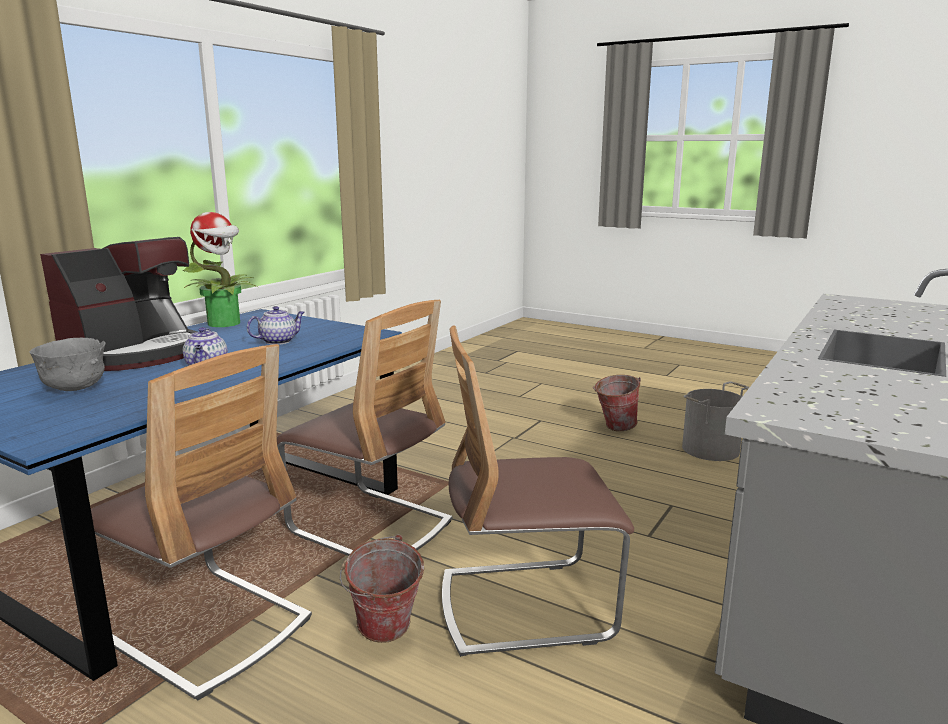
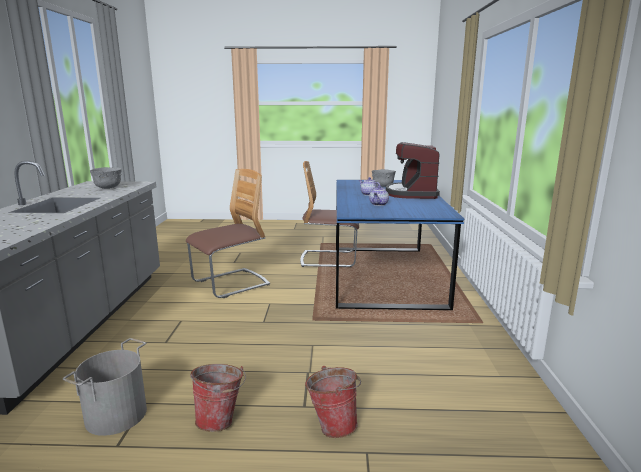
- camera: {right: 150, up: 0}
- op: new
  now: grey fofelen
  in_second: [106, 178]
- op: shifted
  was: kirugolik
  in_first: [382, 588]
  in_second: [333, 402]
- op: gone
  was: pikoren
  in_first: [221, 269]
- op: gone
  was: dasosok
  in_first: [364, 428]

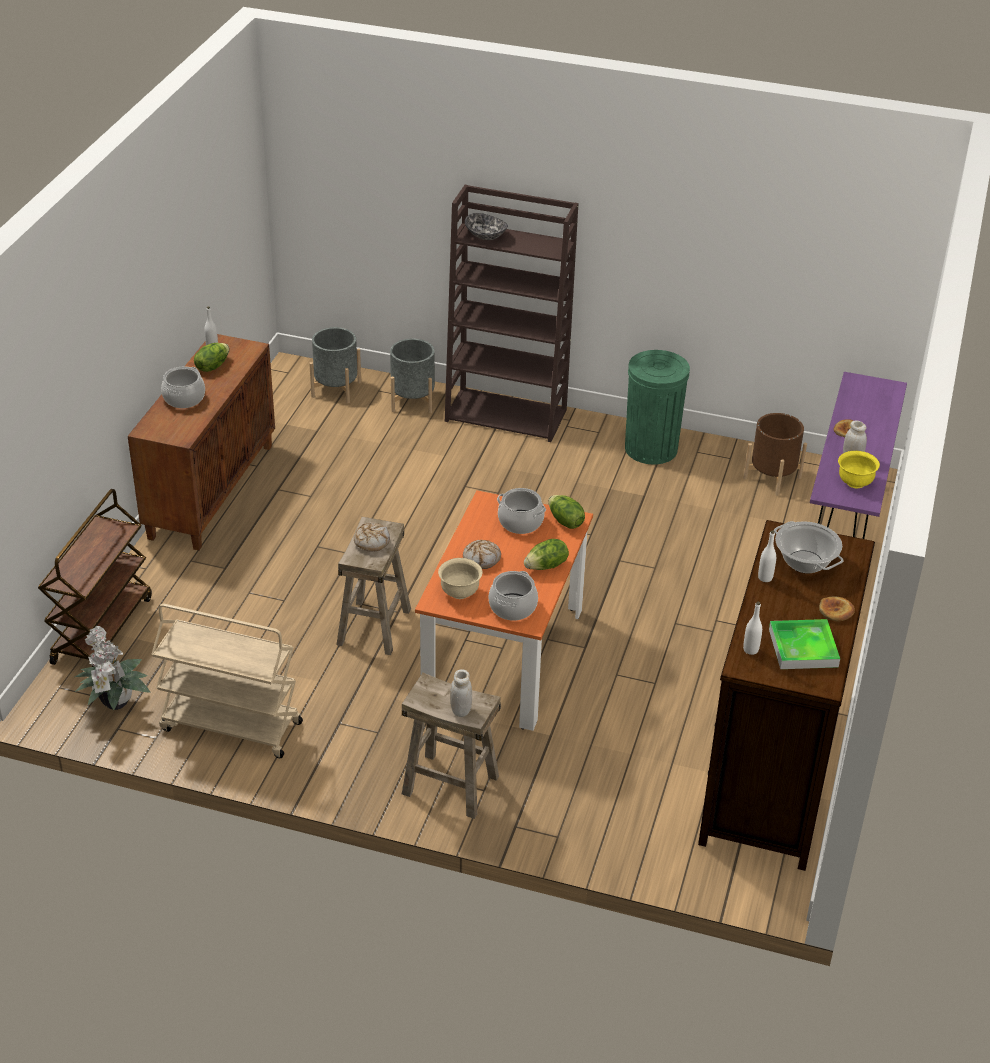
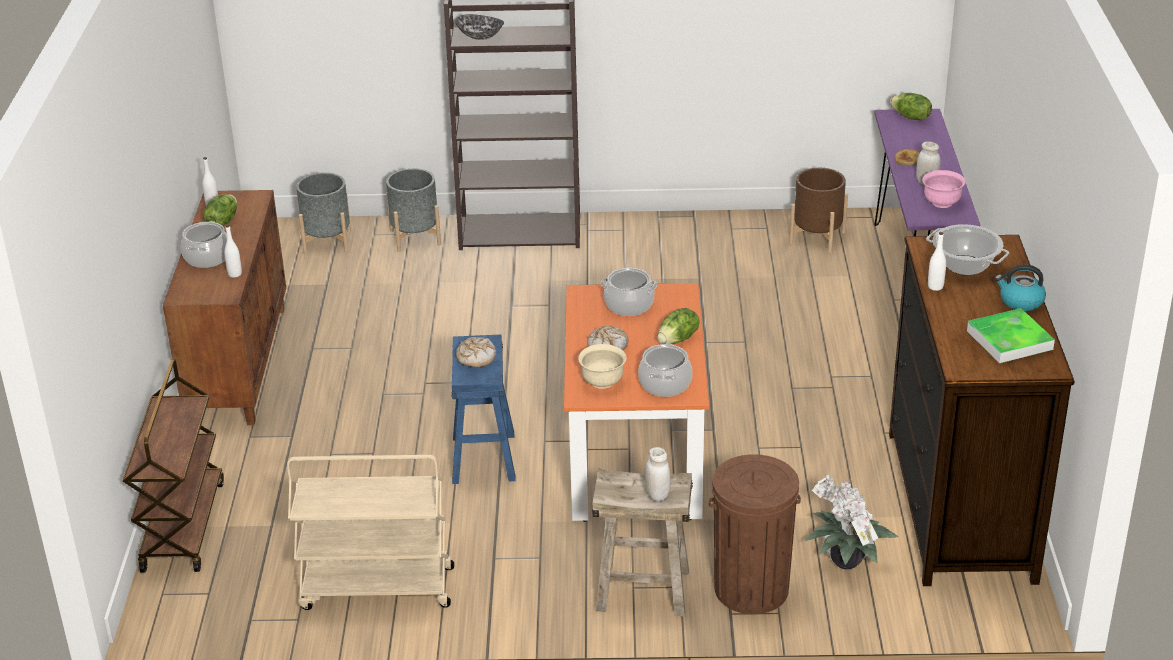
- camera: {right: -15, up: -5}
- op: shifted
  was: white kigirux
  in_first: [752, 628]
  in_second: [233, 251]
- op: repainted
  was: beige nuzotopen
  now: blue nuzotopen
  in_first: [374, 586]
  in_second: [483, 409]
- op: new
  now: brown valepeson
  in_second: [755, 534]
- op: shifted
  was: pikoren
  in_first: [113, 668]
  in_second: [851, 522]
- op: shifted
  was: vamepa
  in_first: [566, 512]
  in_second: [911, 106]
- op: repainted
  was: yellow fofelen
  now: pink fofelen
  in_first: [859, 469]
  in_second: [944, 189]
- op: swapped
  was: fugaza
  now: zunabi
  in_first: [837, 609]
  in_second: [1020, 287]
- op: gone
  was: green valepeson
  in_first: [657, 407]

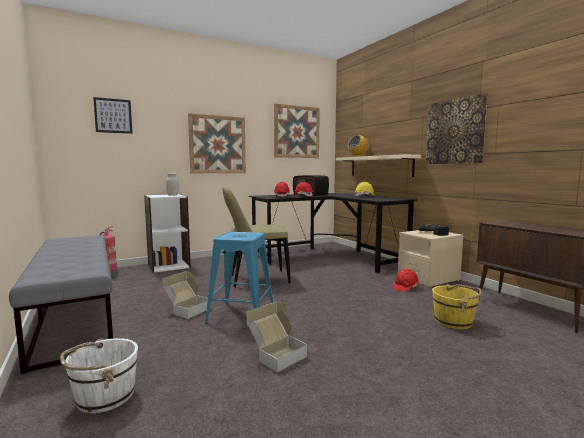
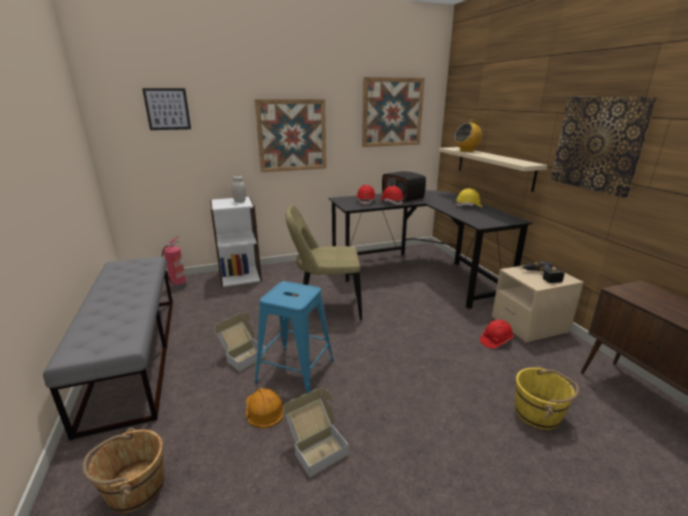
- camera: {right: 10, up: 15}
- op: repainted
  was: white kirugolik
  now: brown kirugolik
  in_first: [99, 375]
  in_second: [123, 470]
- op: new
  now: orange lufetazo
  in_second: [265, 408]

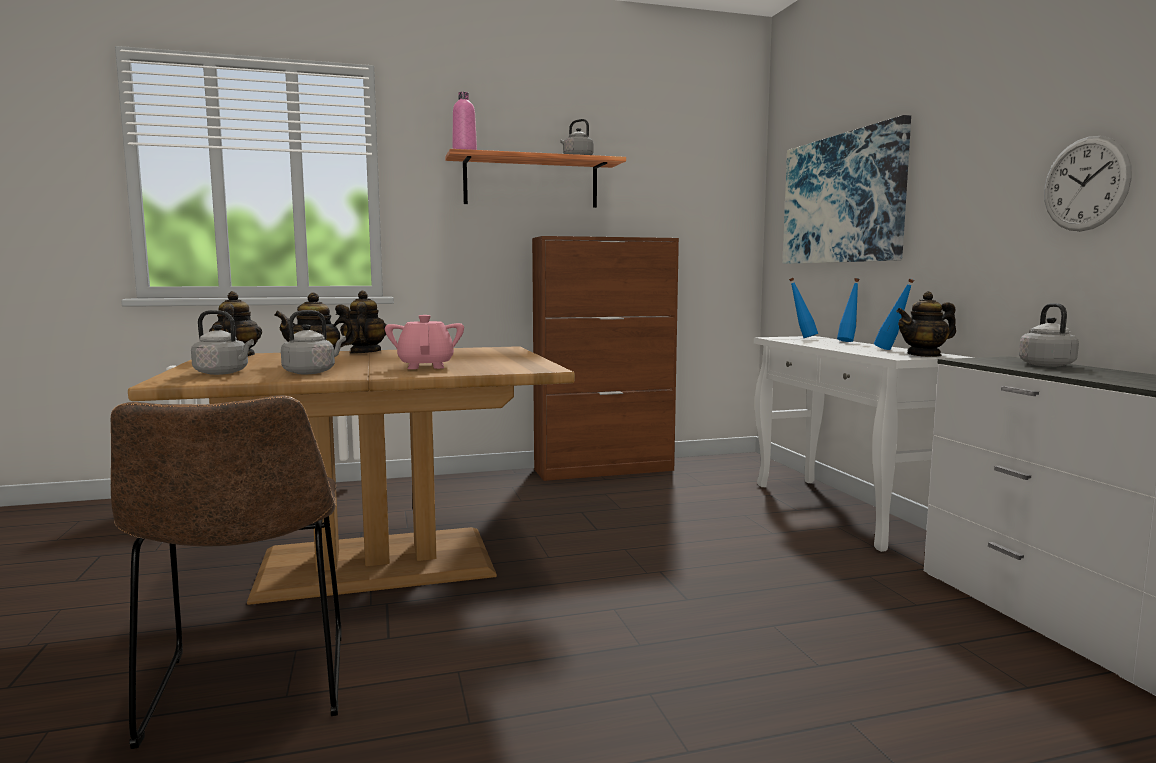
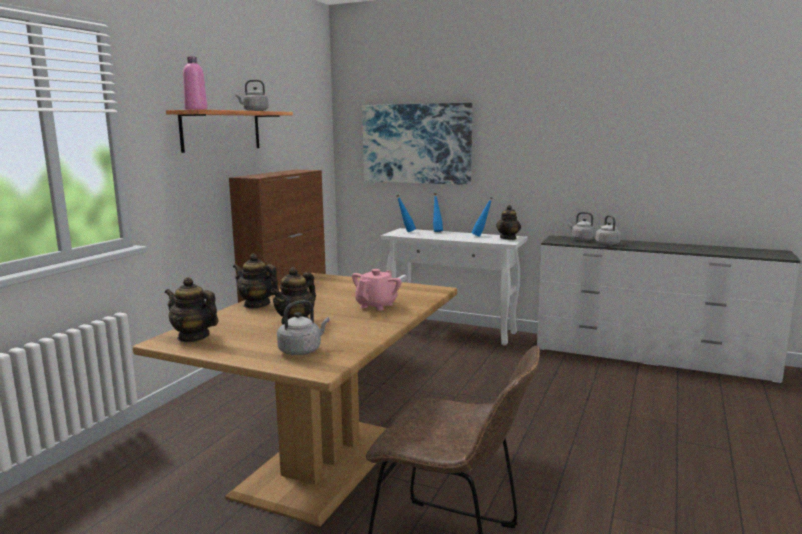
- camera: {right: -50, up: 5}
- op: rotated
  was: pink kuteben
  in_first: [424, 342]
  in_second: [377, 290]
  clockwise: 90
- op: shifted
  was: grey zunabi
  in_first: [313, 342]
  in_second: [608, 230]
- op: gone
  was: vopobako
  in_first: [1088, 183]

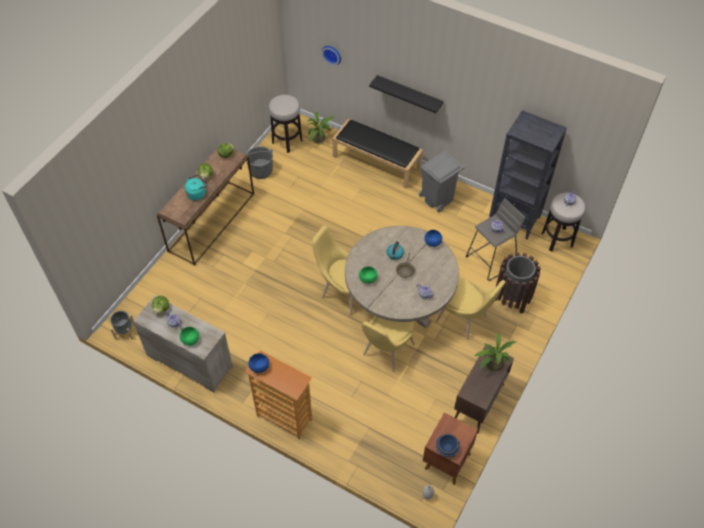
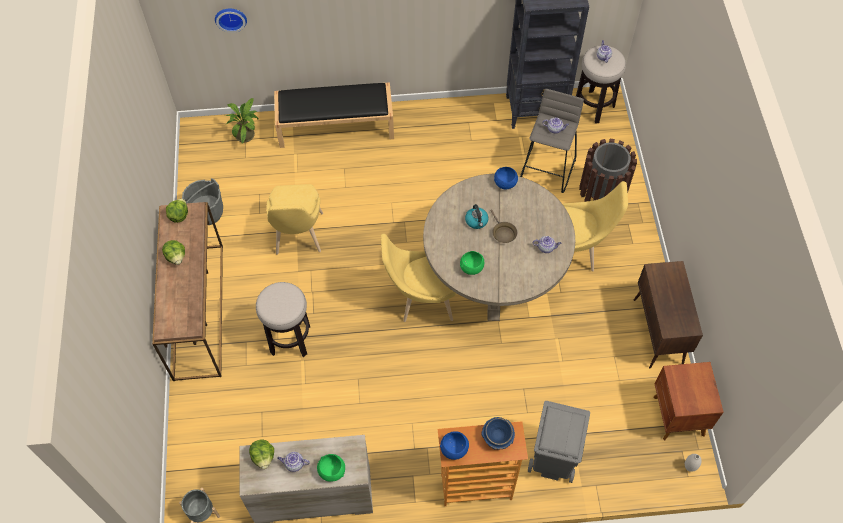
- camera: {right: -35, up: 5}
- op: shifted
  was: nuzotopen
  in_first: [285, 124]
  in_second: [283, 319]
- op: shifted
  was: yellow dasosok
  in_first: [388, 344]
  in_second: [295, 219]
- op: shifted
  was: blue fofelen
  in_first: [448, 445]
  in_second: [498, 433]
- op: shifted
  was: grey valepeson
  in_first: [442, 181]
  in_second: [559, 442]
- op: gone
  was: turquoise zunabi
  in_first: [196, 187]
- op: gone
  was: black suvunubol
  in_first: [406, 94]
- op: gone
  was: pikoren
  in_first: [494, 353]

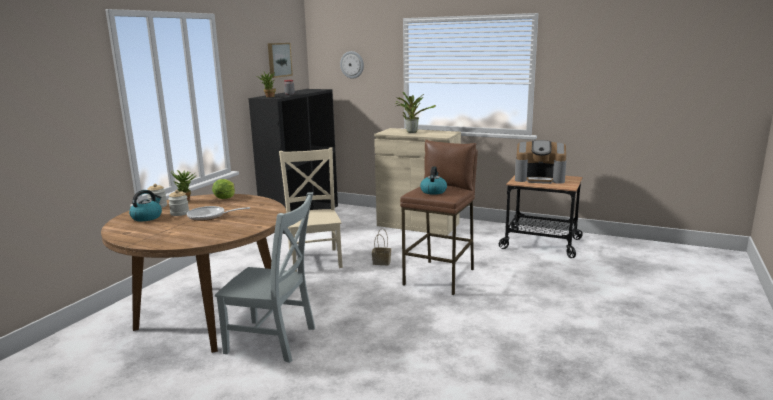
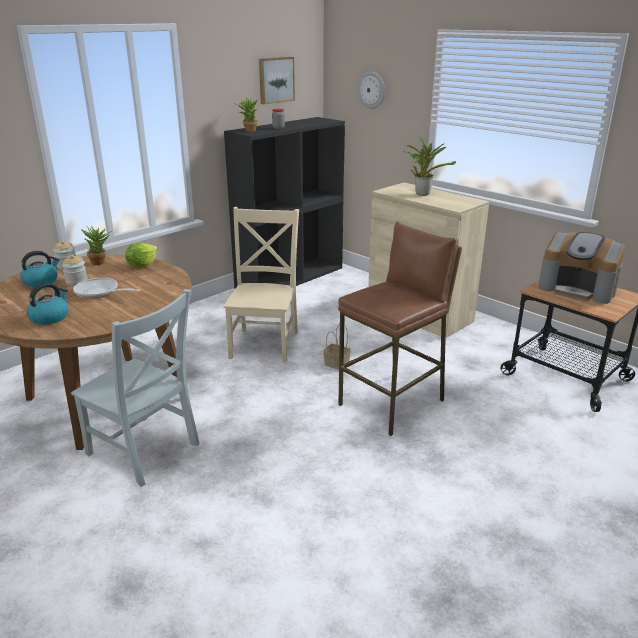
- camera: {right: 20, up: 10}
- op: shifted
  was: zunabi
  in_first: [433, 180]
  in_second: [48, 304]

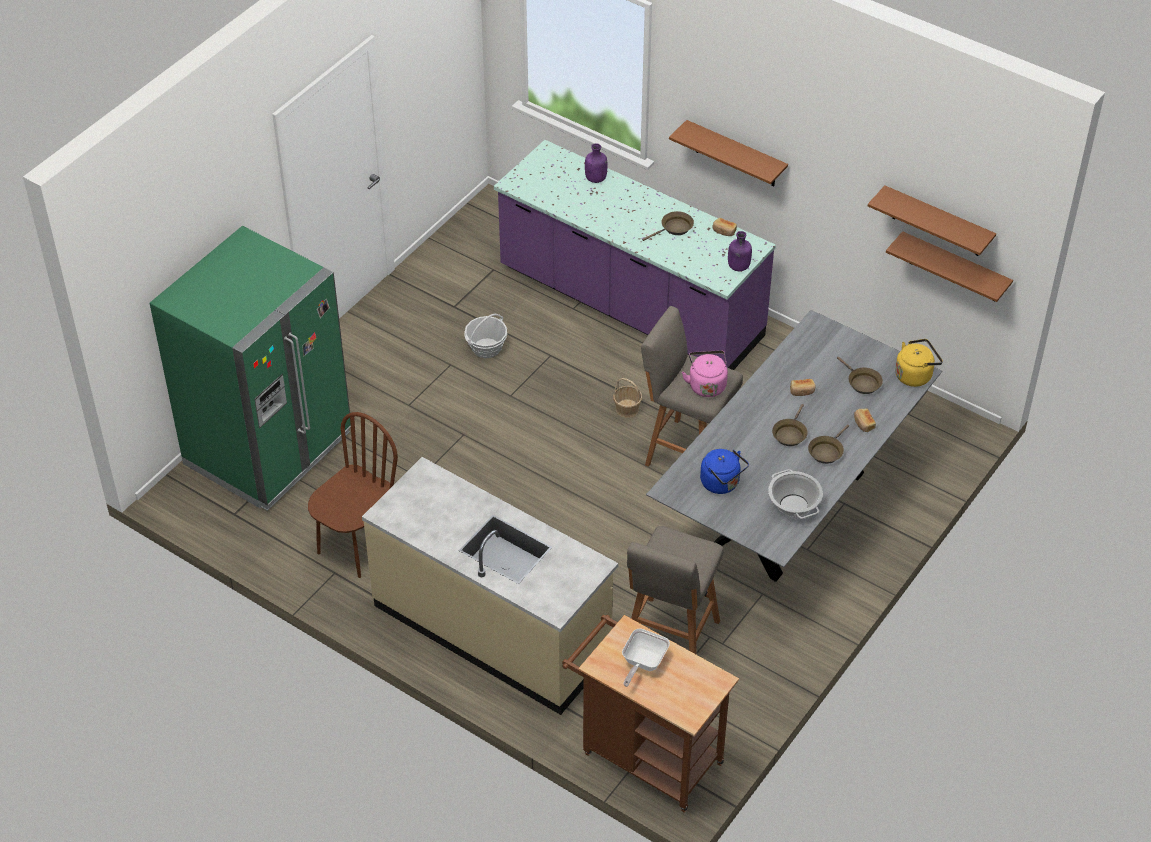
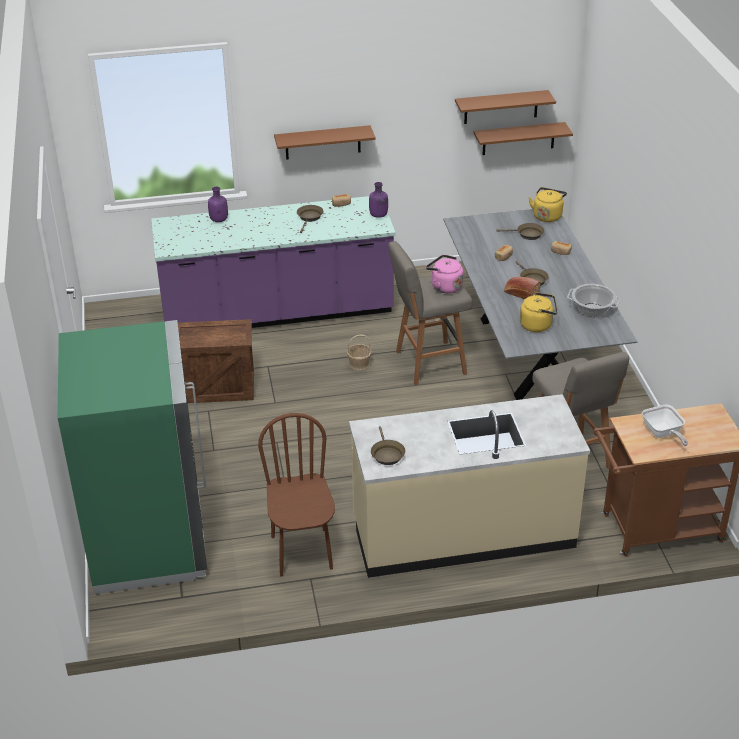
- camera: {right: -45, up: -10}
- op: swapped
  was: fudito
  now: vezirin
  in_first: [485, 336]
  in_second: [215, 361]
- op: shifted
  was: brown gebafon
  in_first: [828, 444]
  in_second: [388, 445]
- op: new
  now: fugaza
  in_second: [522, 288]
- op: repainted
  was: blue zunabi
  now: yellow zunabi
  in_first: [724, 471]
  in_second: [538, 312]

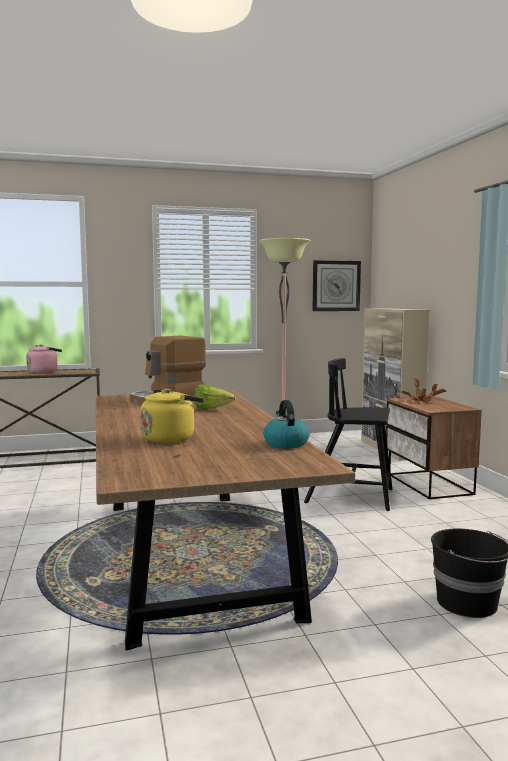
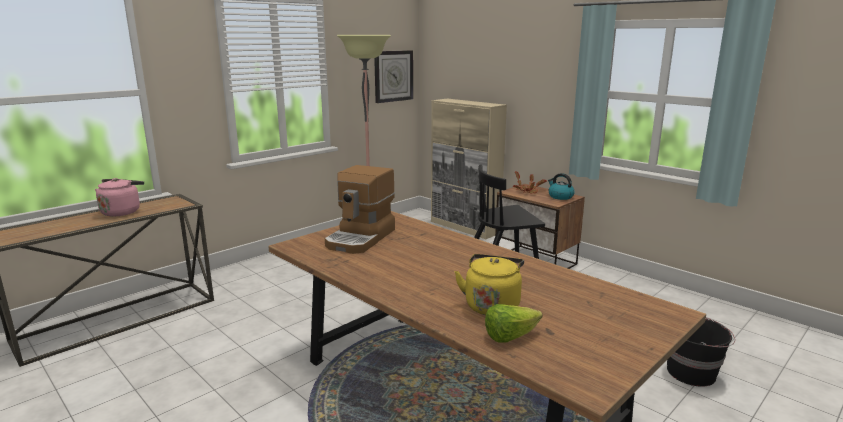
- camera: {right: -30, up: 10}
- op: shifted
  was: vamepa
  in_first: [215, 396]
  in_second: [514, 323]
- op: shifted
  was: zunabi
  in_first: [286, 424]
  in_second: [561, 186]

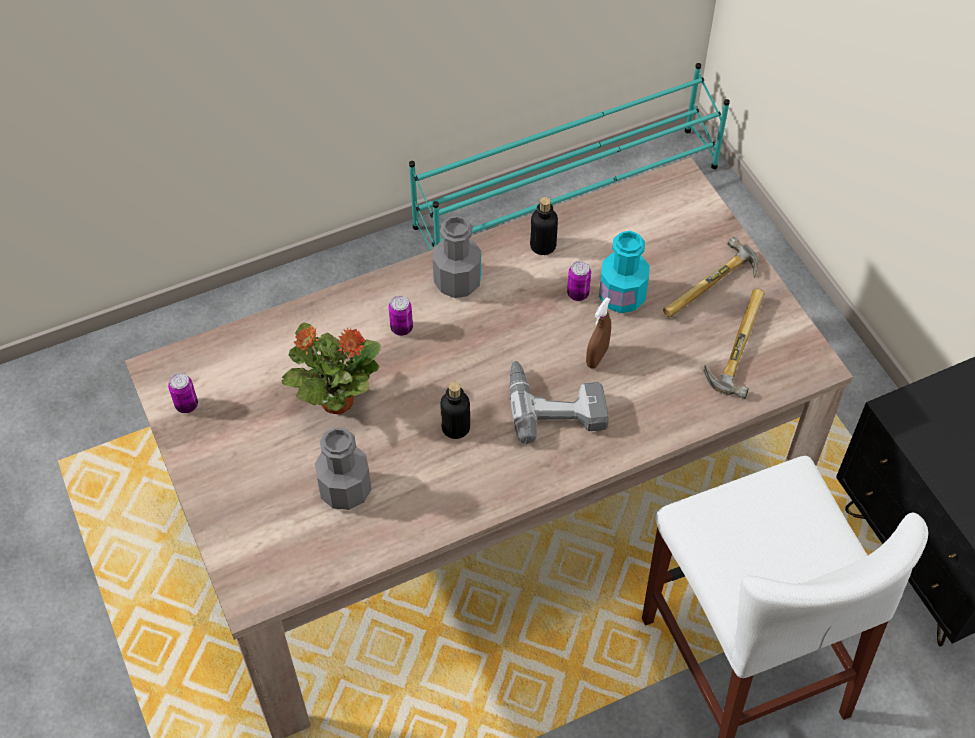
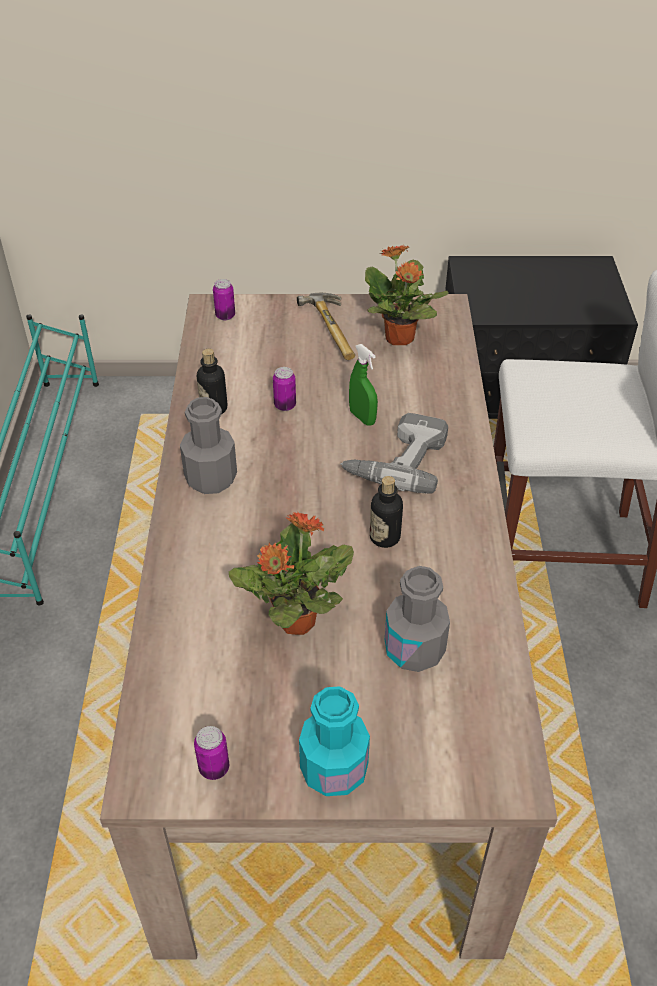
- camera: {right: -65, up: -10}
- op: shifted
  was: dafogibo
  in_first: [401, 316]
  in_second: [224, 299]
- op: shifted
  was: turquoise kigirux
  in_first: [624, 272]
  in_second: [334, 741]
- op: repainted
  was: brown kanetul
  now: green kanetul
  in_first: [598, 333]
  in_second: [363, 385]
- op: swapped
  was: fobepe
  now: pikoren
  in_first: [734, 344]
  in_second: [406, 295]

